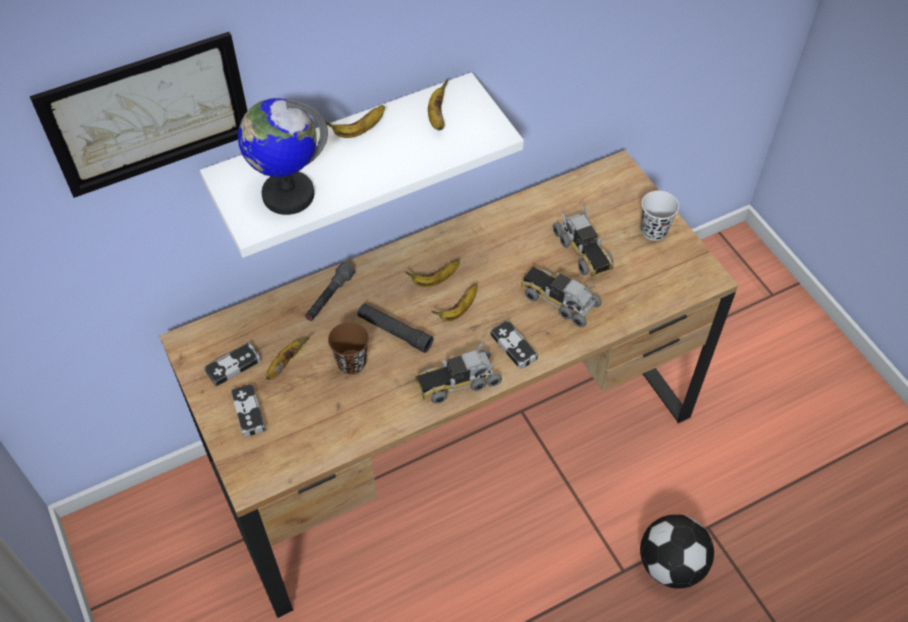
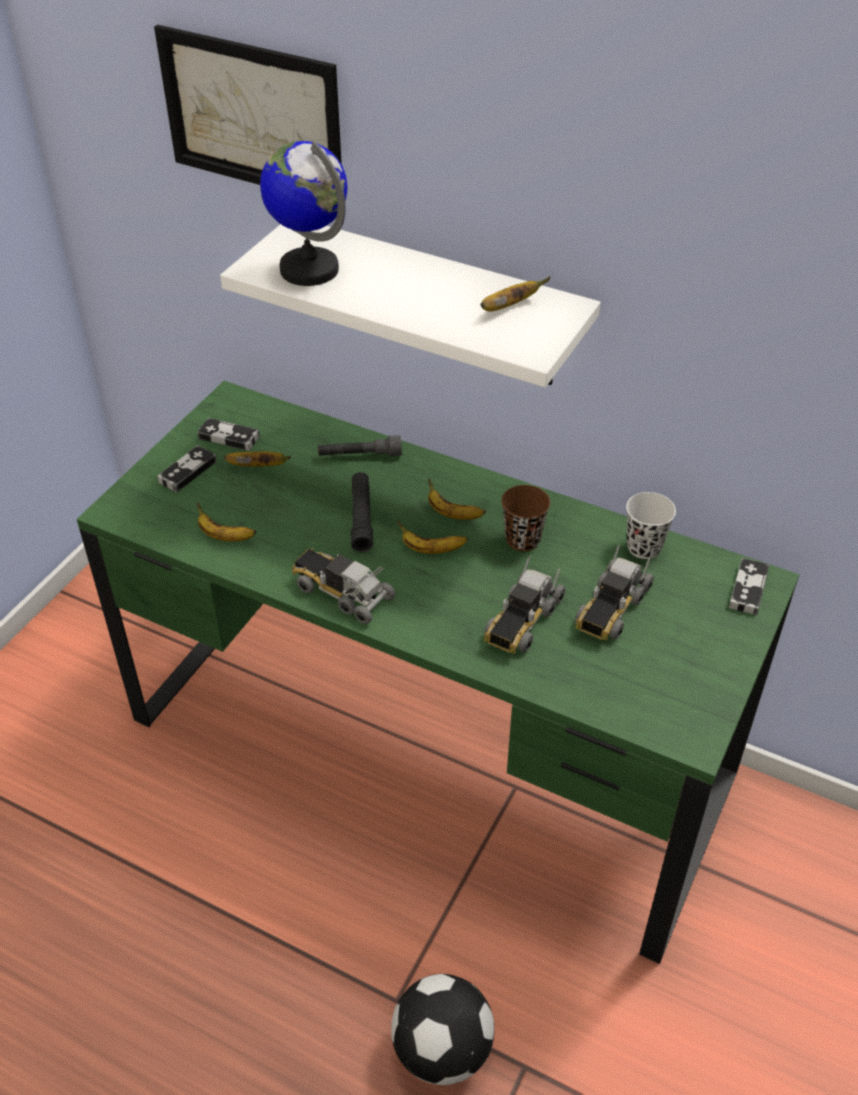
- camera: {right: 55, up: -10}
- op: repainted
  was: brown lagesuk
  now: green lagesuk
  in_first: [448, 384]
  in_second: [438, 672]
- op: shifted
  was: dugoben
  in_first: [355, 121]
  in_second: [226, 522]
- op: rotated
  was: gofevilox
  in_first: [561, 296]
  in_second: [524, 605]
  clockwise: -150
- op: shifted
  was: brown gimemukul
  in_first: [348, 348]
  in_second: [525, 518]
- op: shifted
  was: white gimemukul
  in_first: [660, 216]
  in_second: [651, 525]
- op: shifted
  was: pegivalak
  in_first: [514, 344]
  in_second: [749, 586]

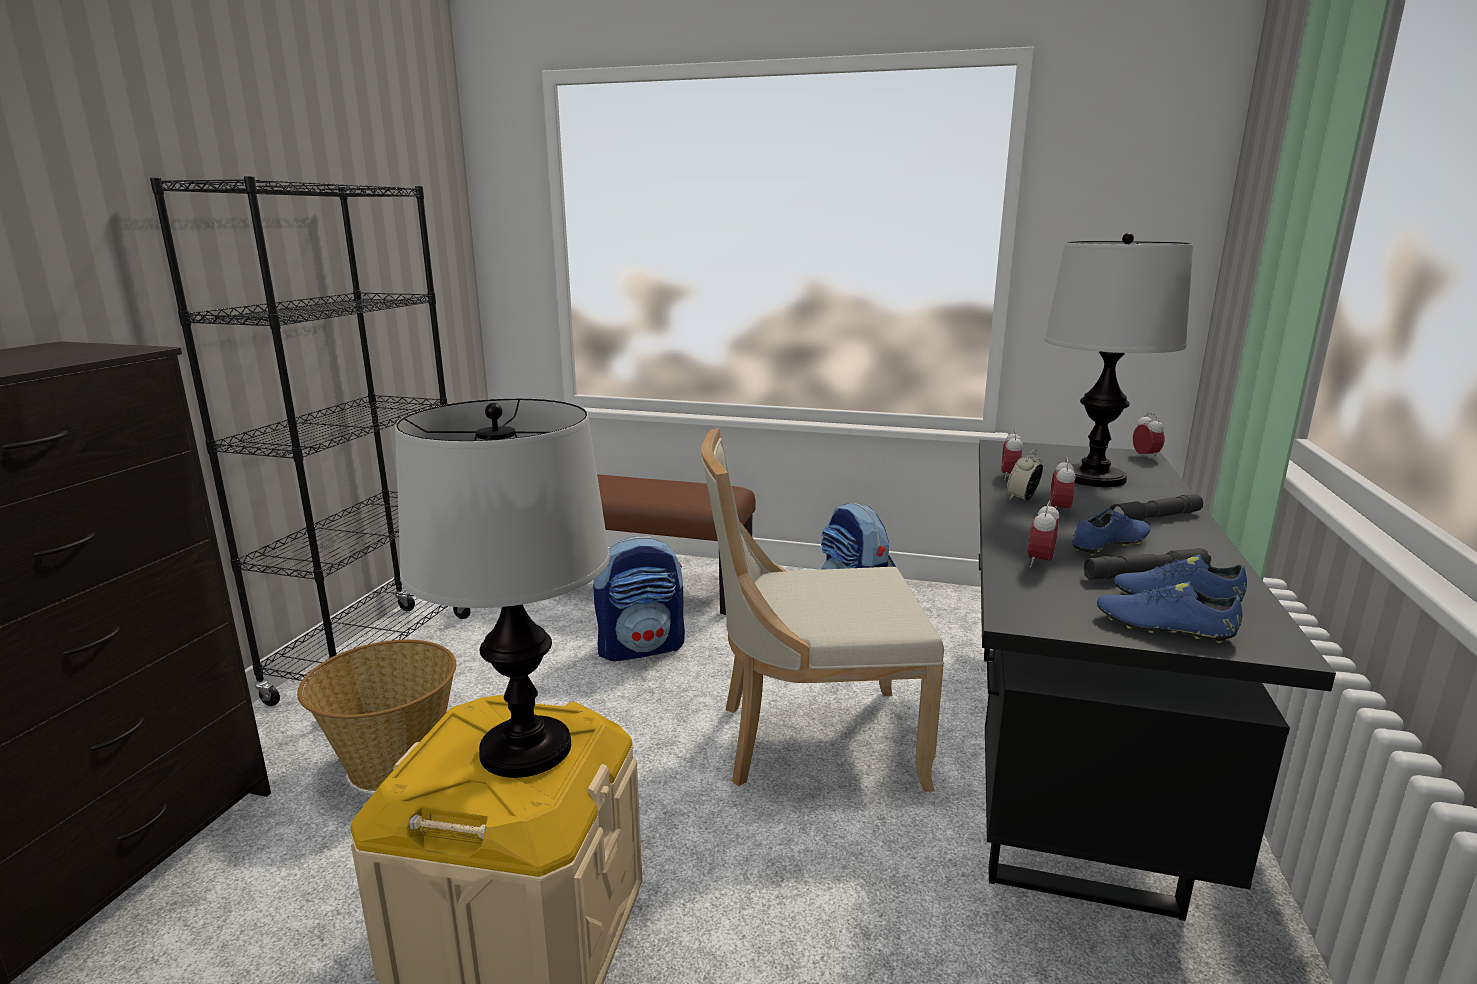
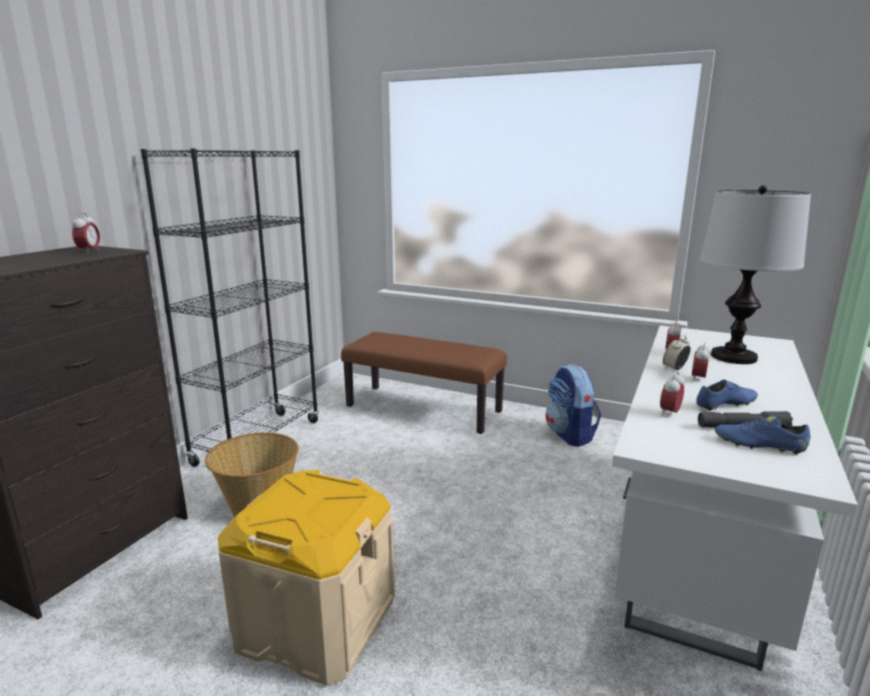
- camera: {right: 10, up: 0}
- op: shifted
  was: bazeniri
  in_first: [1149, 436]
  in_second: [86, 232]
- op: repainted
  was: black lagesuk
  now: white lagesuk
  in_first: [1157, 680]
  in_second: [735, 498]
- op: gone
  was: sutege
  in_first: [502, 588]
- op: gone
  was: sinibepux
  in_first: [639, 598]
- op: gone
  was: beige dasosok
  in_first: [822, 610]
- op: gone
  was: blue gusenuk
  in_first: [1170, 612]
- op: gone
  was: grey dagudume
  in_first: [1156, 507]

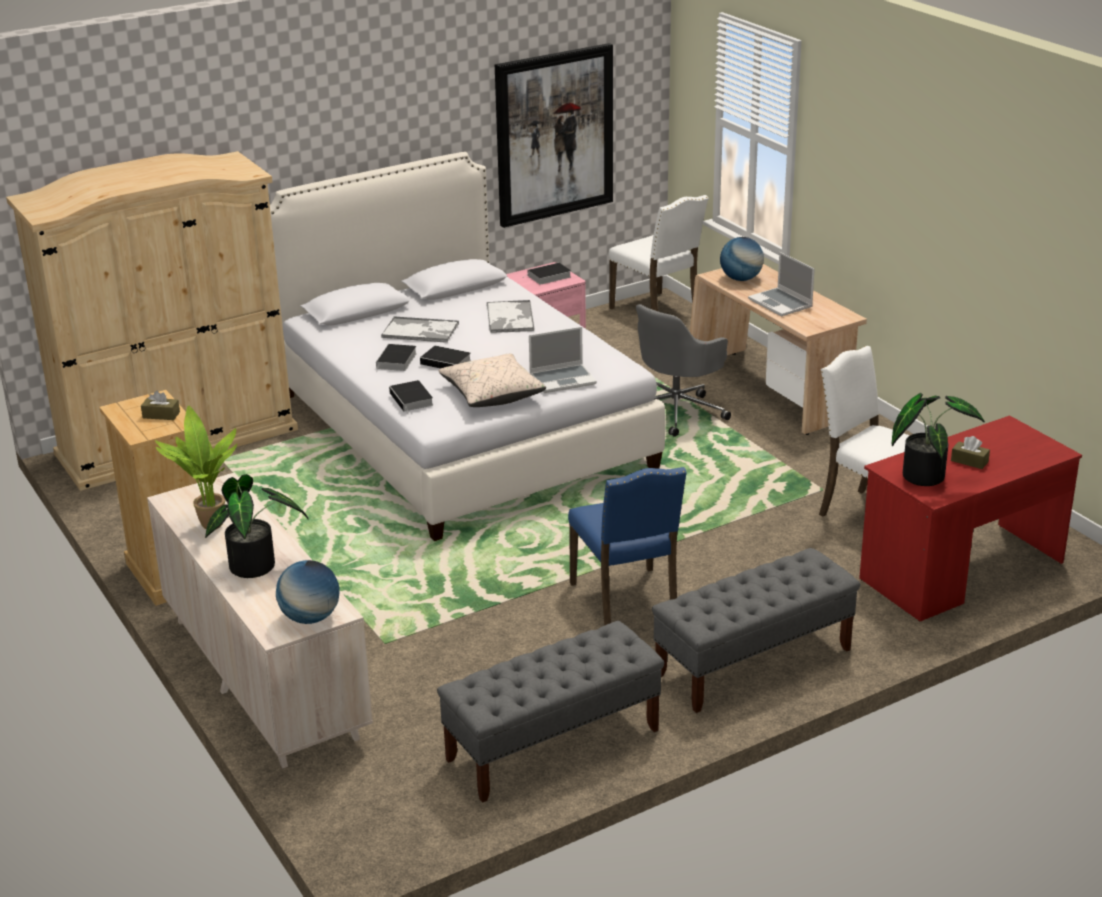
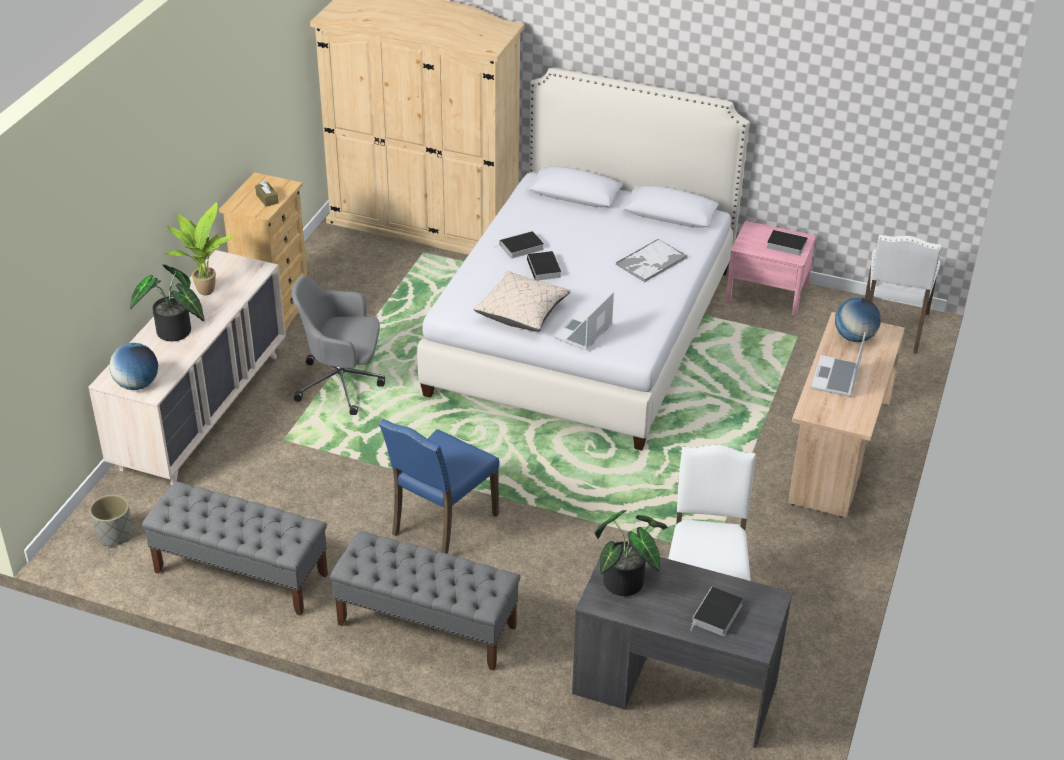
- camera: {right: 50, up: 10}
- op: new
  now: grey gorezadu
  in_second: [111, 520]
- op: shifted
  was: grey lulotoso
  in_first: [683, 370]
  in_second: [338, 345]
- op: rotated
  was: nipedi
  in_first: [563, 360]
  in_second: [583, 321]
  clockwise: 90
- op: repainted
  was: red lagesuk
  now: grey lagesuk
  in_first: [970, 518]
  in_second: [682, 645]
- op: shifted
  was: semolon
  in_first: [411, 397]
  in_second: [716, 611]
- op: gone
  was: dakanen
  in_first: [420, 330]
- op: gone
  was: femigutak
  in_first: [554, 135]
- op: gone
  was: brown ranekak
  in_first: [970, 452]

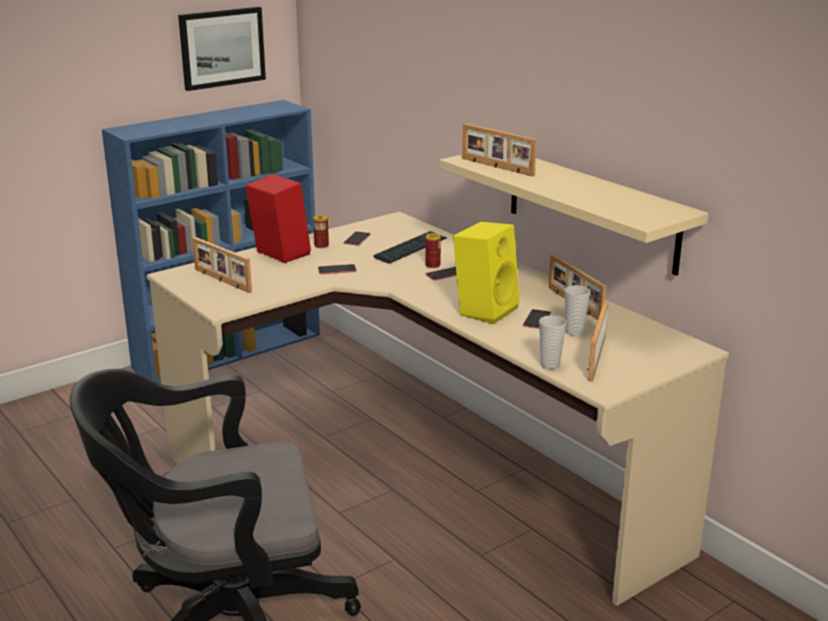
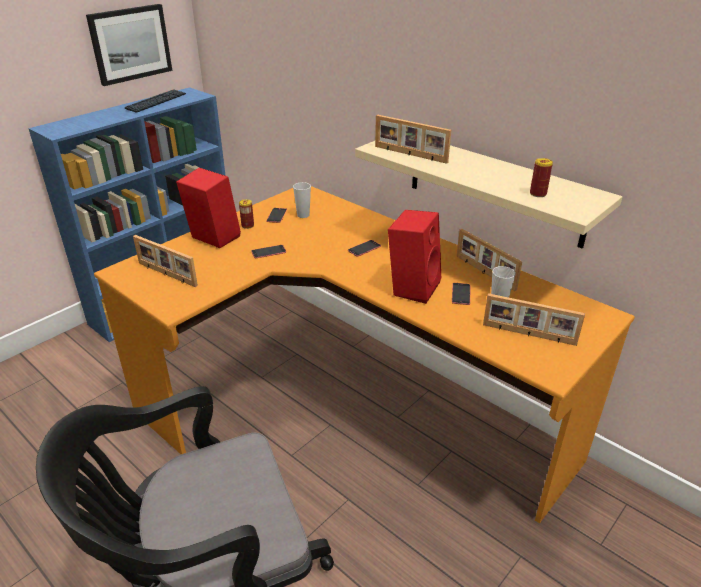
- camera: {right: -10, up: 10}
- op: repainted
  was: beige lagesuk
  now: orange lagesuk
  in_first: [438, 409]
  in_second: [364, 354]
- op: shifted
  was: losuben
  in_first: [410, 247]
  in_second: [155, 101]
- op: shifted
  was: gimemukul
  in_first: [552, 342]
  in_second: [302, 200]
- op: repainted
  was: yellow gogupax
  now: red gogupax
  in_first: [486, 273]
  in_second: [414, 257]
- op: rotated
  was: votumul
  in_first: [598, 341]
  in_second: [534, 319]
  clockwise: -75
- op: shifted
  was: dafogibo
  in_first: [433, 251]
  in_second: [541, 177]

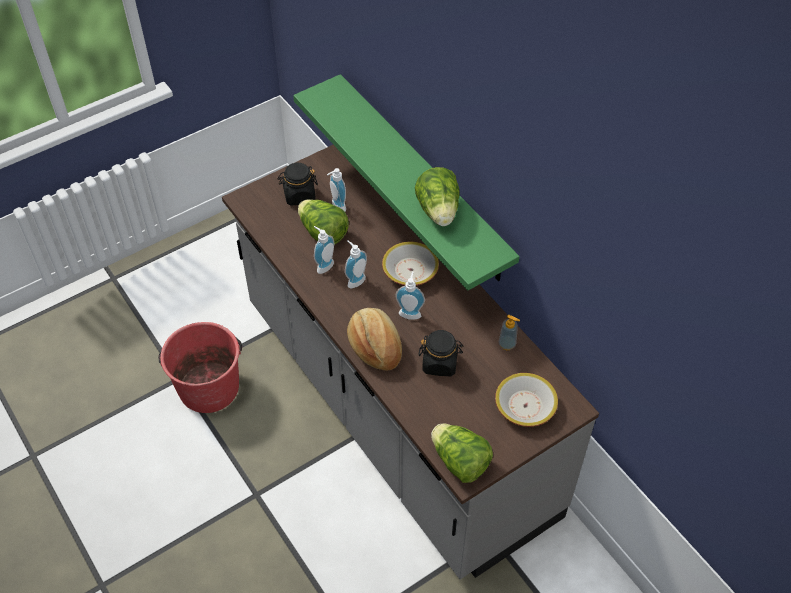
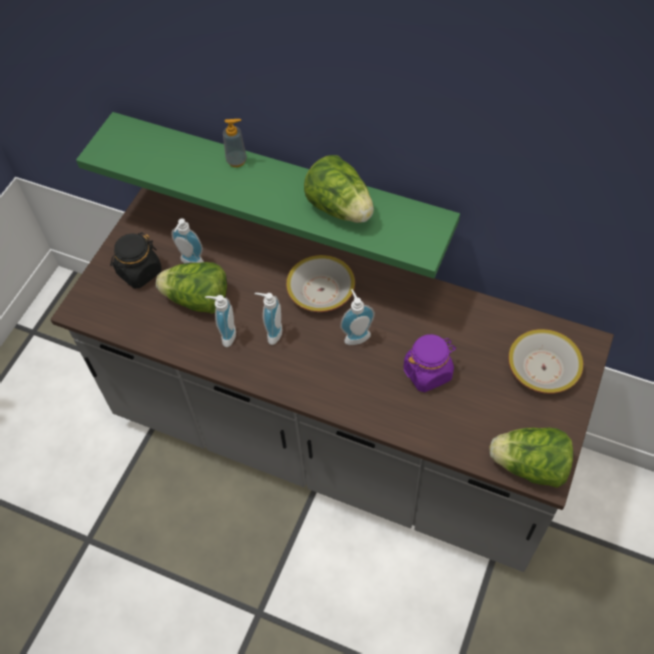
- camera: {right: -30, up: 5}
- op: shifted
  was: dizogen
  in_first: [509, 332]
  in_second: [235, 143]
- op: repainted
  was: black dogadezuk
  now: purple dogadezuk
  in_first: [441, 353]
  in_second: [430, 363]
- op: gone
  was: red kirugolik
  in_first: [200, 367]
- op: gone
  was: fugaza
  in_first: [374, 339]

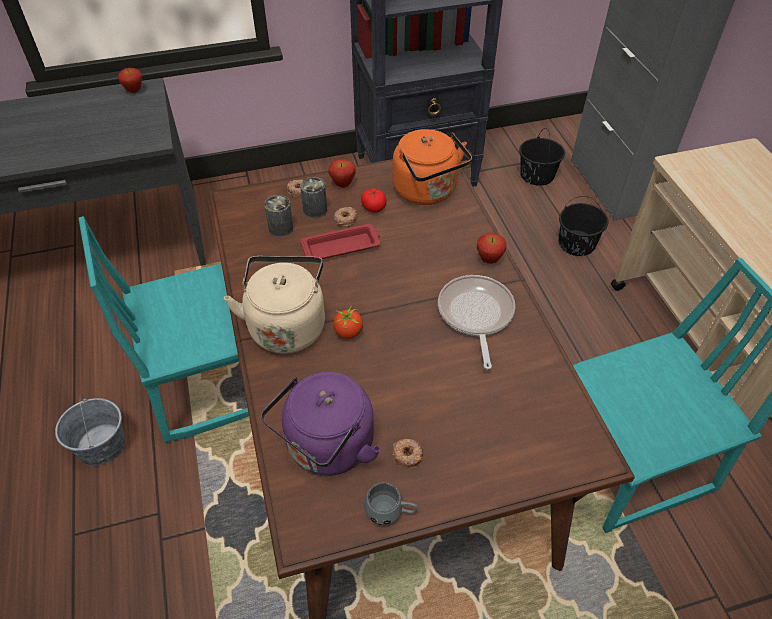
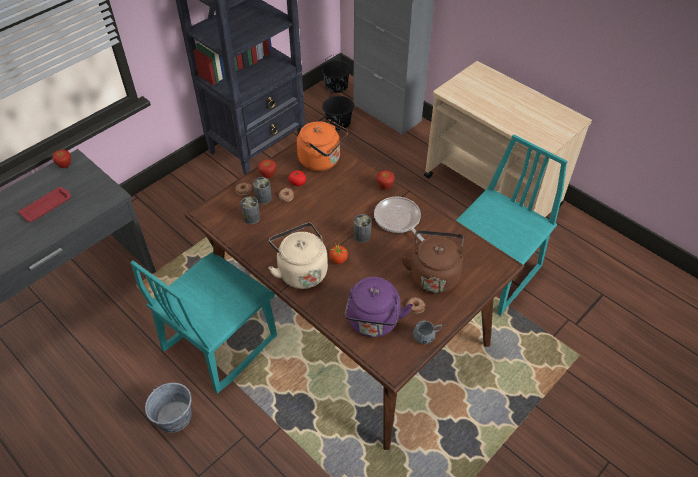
- camera: {right: -30, up: 0}
- op: shifted
  was: red dakanen
  in_first: [340, 241]
  in_second: [44, 204]
- op: shifted
  was: black kirugolik
  in_first: [583, 226]
  in_second: [336, 73]
- op: new
  now: dafogibo
  in_second: [362, 228]
- op: new
  now: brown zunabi
  in_second: [432, 262]

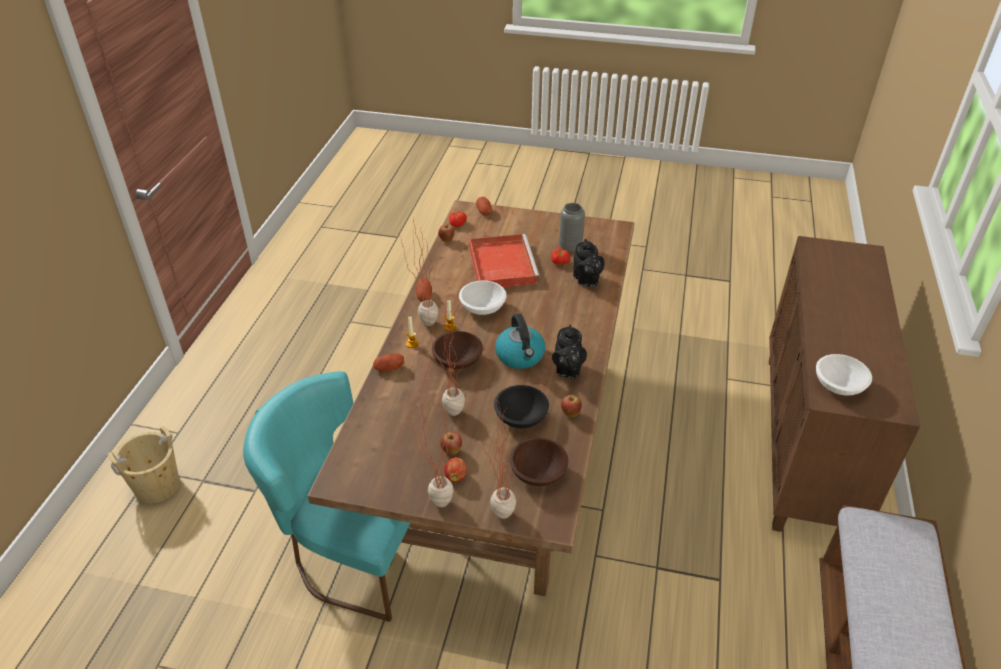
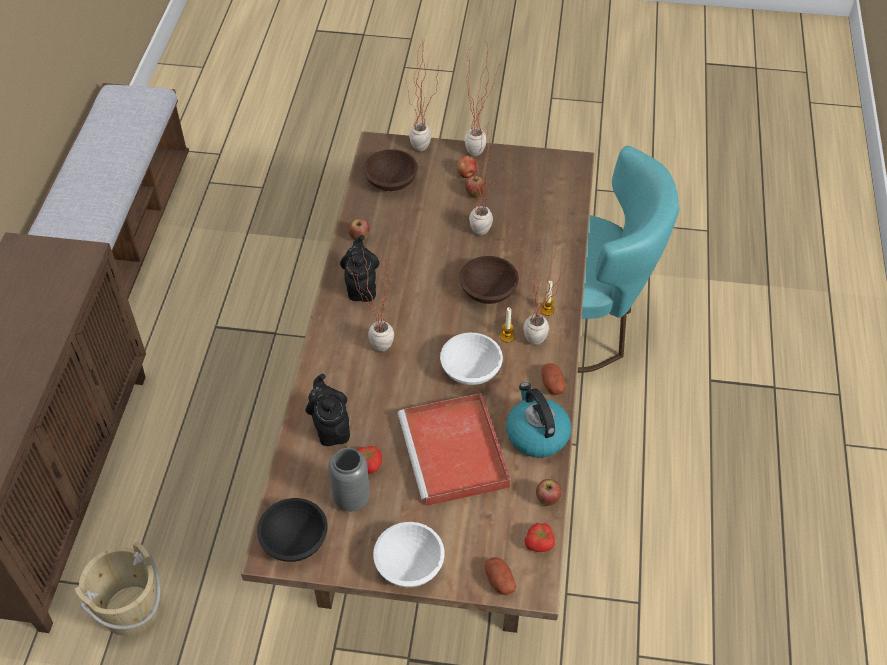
- camera: {right: 175, up: 10}
- op: shifted
  was: beige kirugolik
  in_first: [144, 465]
  in_second: [117, 588]
- op: shifted
  was: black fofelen
  in_first: [521, 406]
  in_second: [292, 530]
- op: new
  now: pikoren
  in_second: [370, 297]
- op: shifted
  was: white fofelen
  in_first: [844, 375]
  in_second: [408, 554]
- op: shifted
  was: zunabi
  in_first: [520, 341]
  in_second: [538, 420]
- op: gone
  was: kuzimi
  in_first: [388, 362]

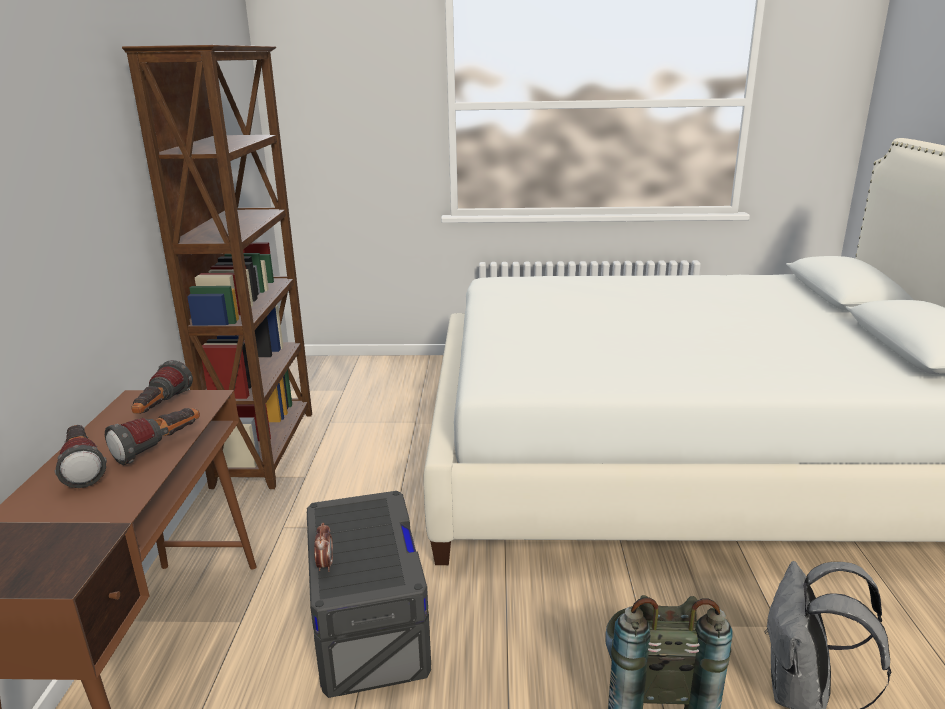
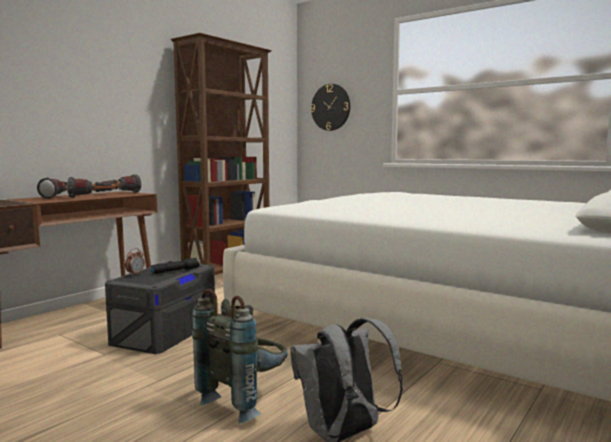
- camera: {right: 35, up: -15}
- op: new
  now: black dagudume
  in_second: [175, 266]
- op: new
  now: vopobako
  in_second: [330, 107]

